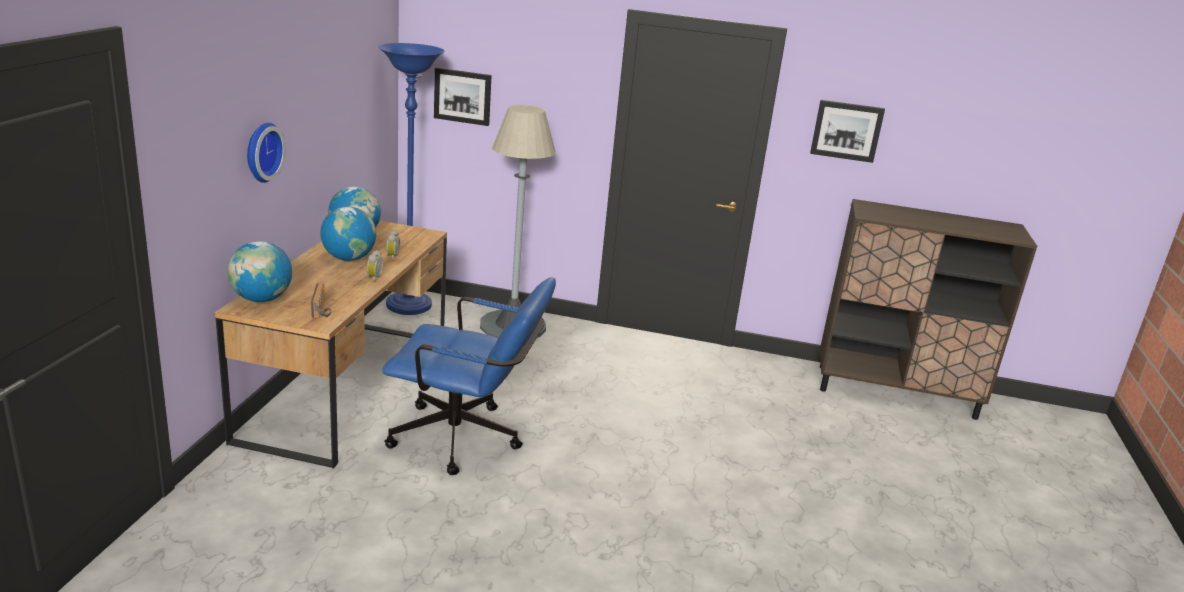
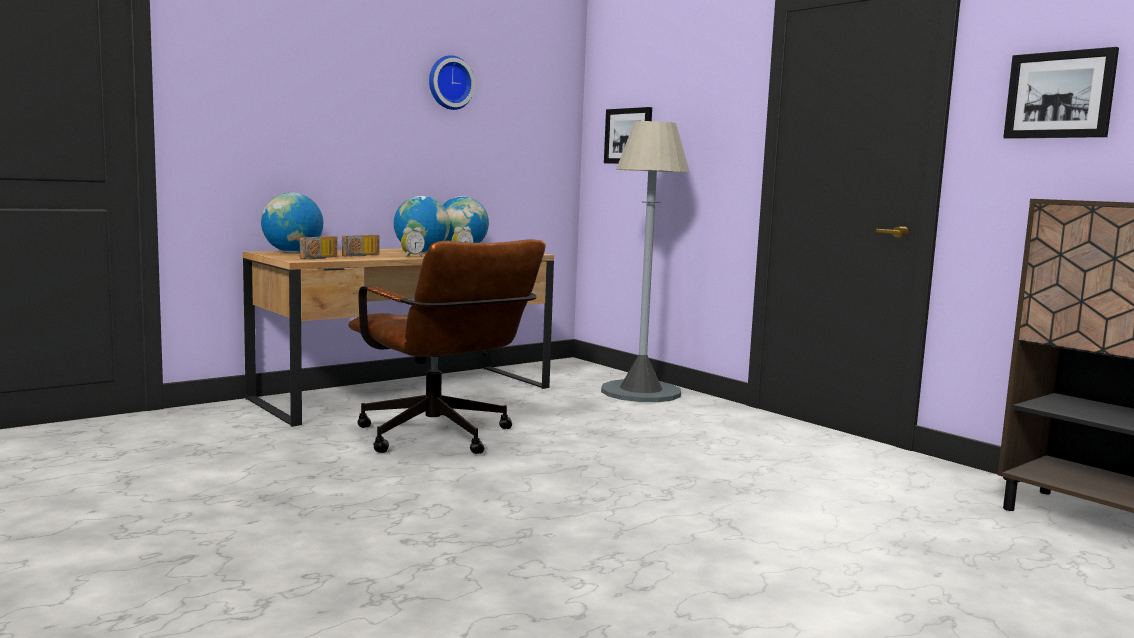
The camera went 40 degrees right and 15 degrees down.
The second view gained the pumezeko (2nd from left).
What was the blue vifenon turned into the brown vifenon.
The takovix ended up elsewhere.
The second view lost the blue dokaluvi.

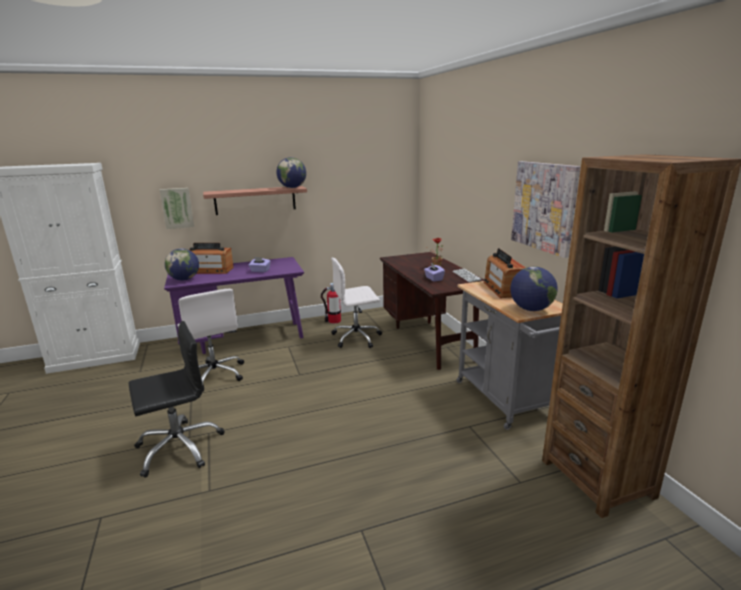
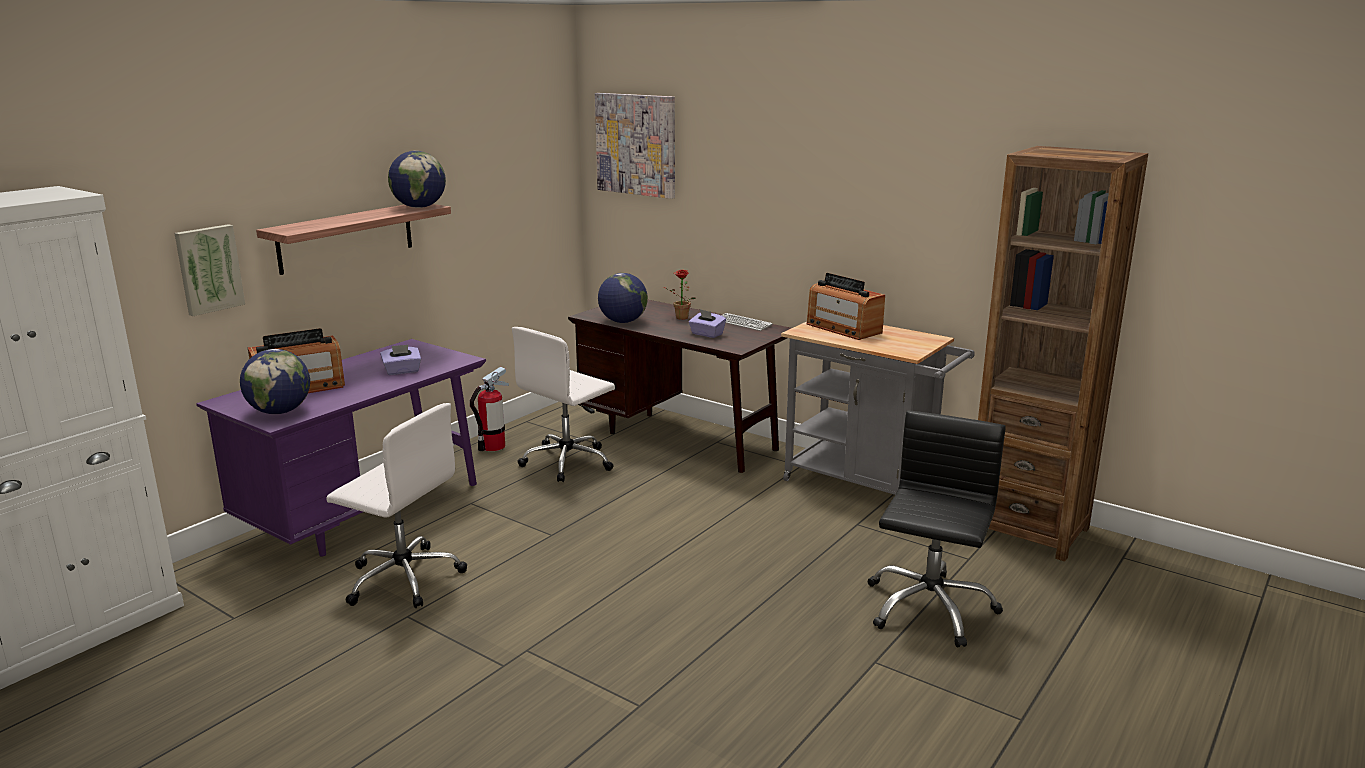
The camera went 35 degrees left and 0 degrees up.
The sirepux (2nd from left) ended up elsewhere.
The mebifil (3rd from left) ended up elsewhere.
The black vifenon ended up elsewhere.

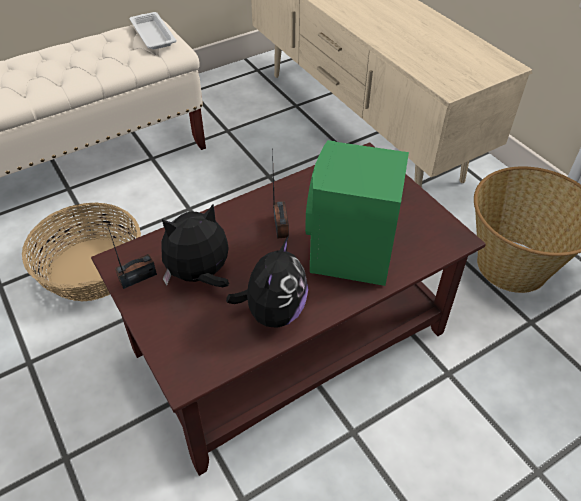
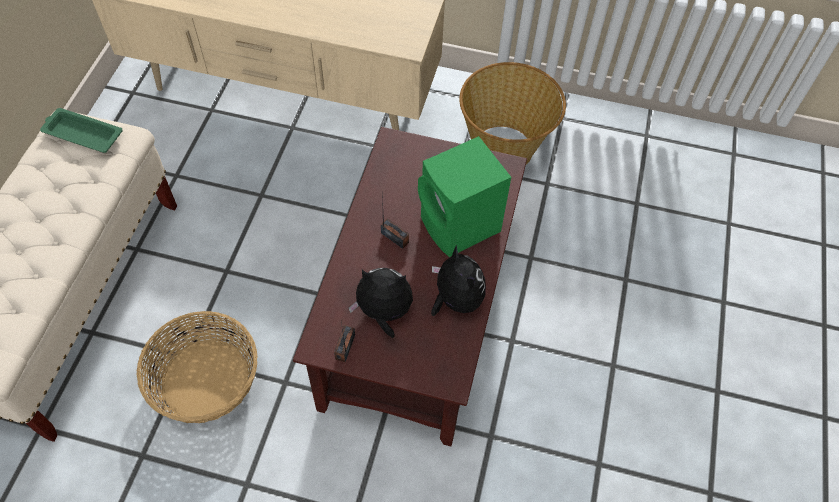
The camera went 45 degrees left and 10 degrees up.
What was the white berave turned into the green berave.
The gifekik (1st from left) ended up facing another way, 75 degrees clockwise from before.

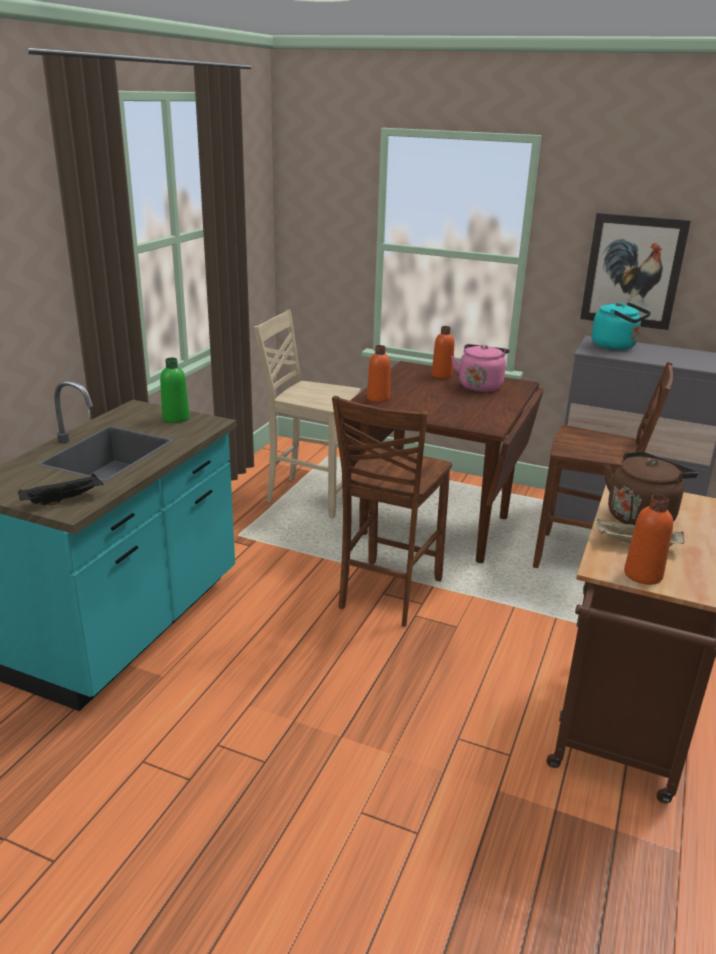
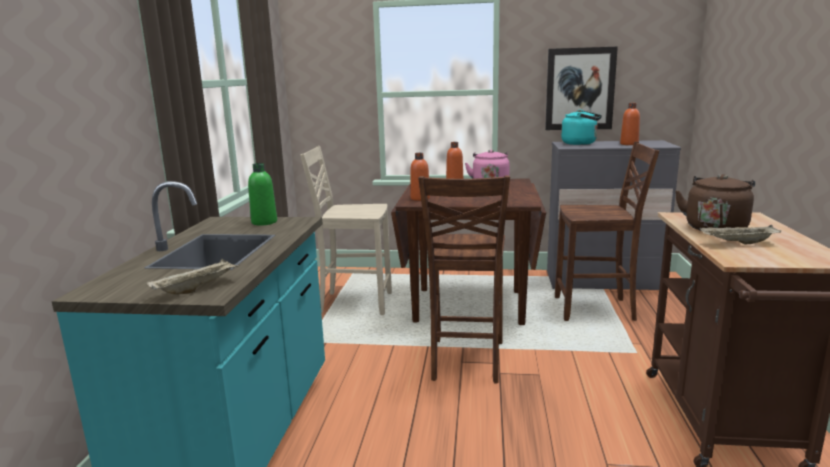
The camera went 15 degrees left and 10 degrees down.
What was the black berave turned into the beige berave (1st from left).
The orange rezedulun (3rd from left) ended up elsewhere.

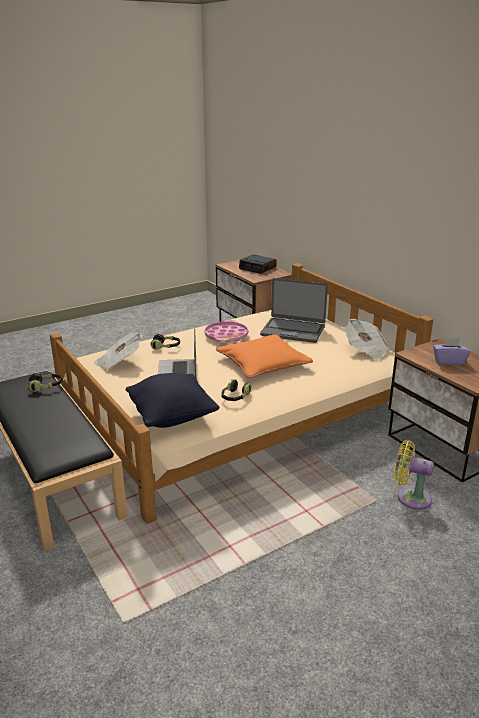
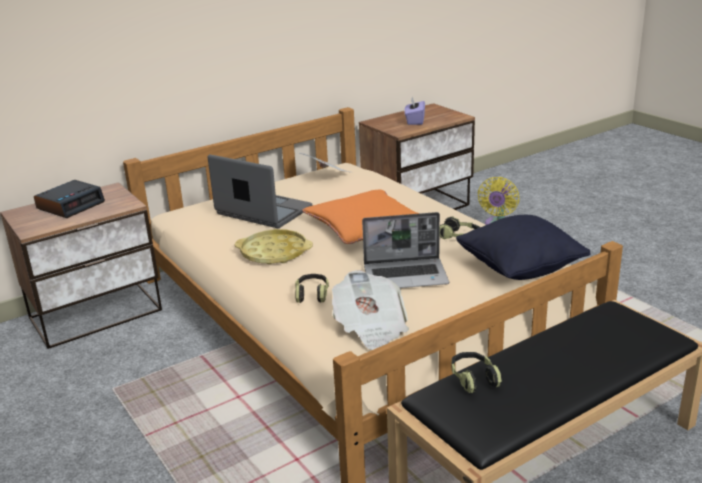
The camera went 90 degrees left and 0 degrees up.
The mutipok (2nd from left in the first image) ended up facing another way, 75 degrees counterclockwise from before.
What was the pink berave turned into the yellow berave.

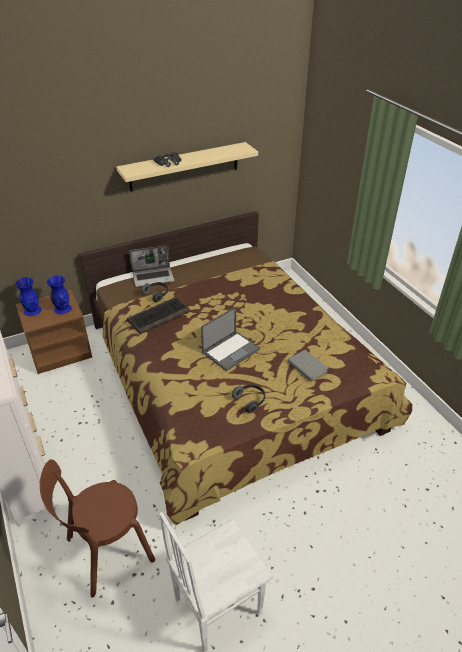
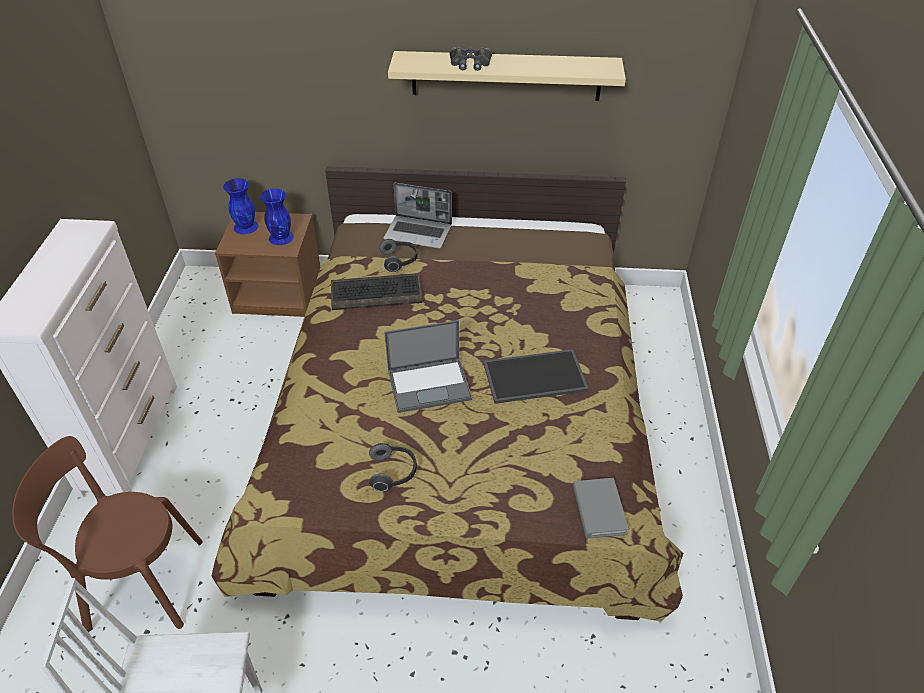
The camera went 30 degrees right and 5 degrees up.
The second view gained the berave.
The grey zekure ended up elsewhere.

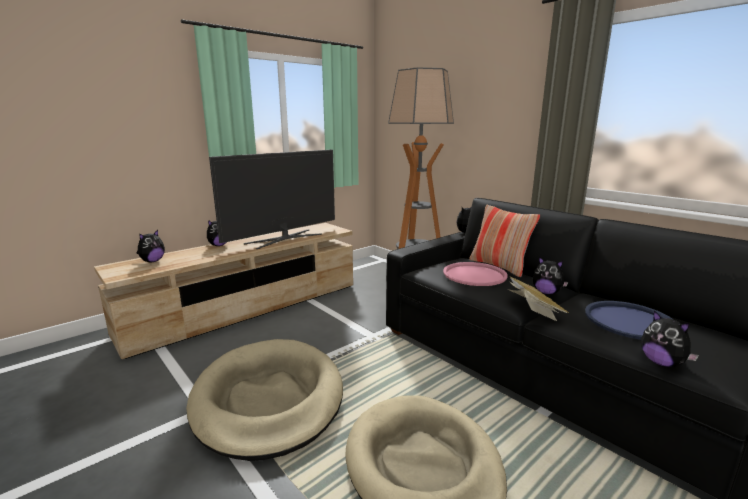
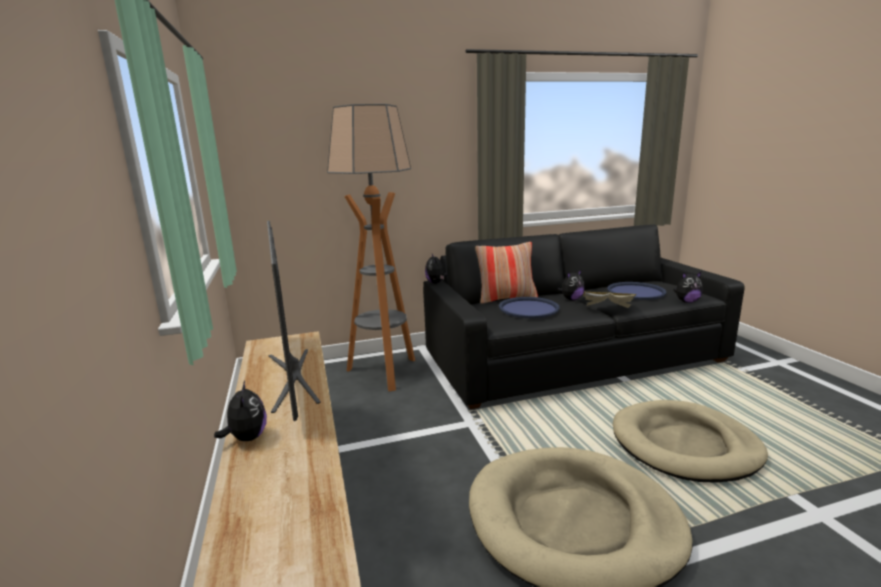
The camera went 65 degrees left and 0 degrees up.
What was the pink berave turned into the blue berave (1st from left).
The second view lost the gifekik (1st from left).

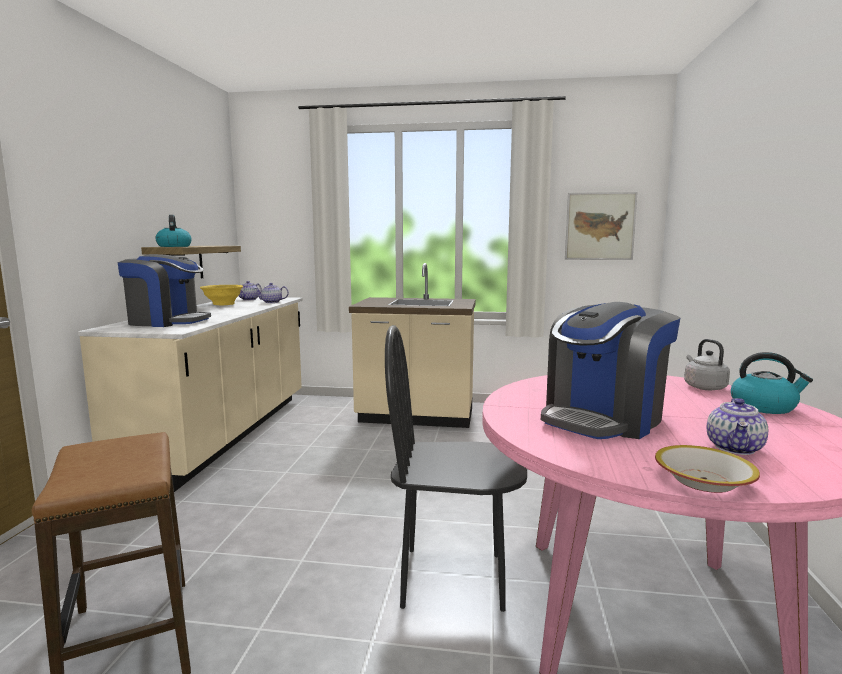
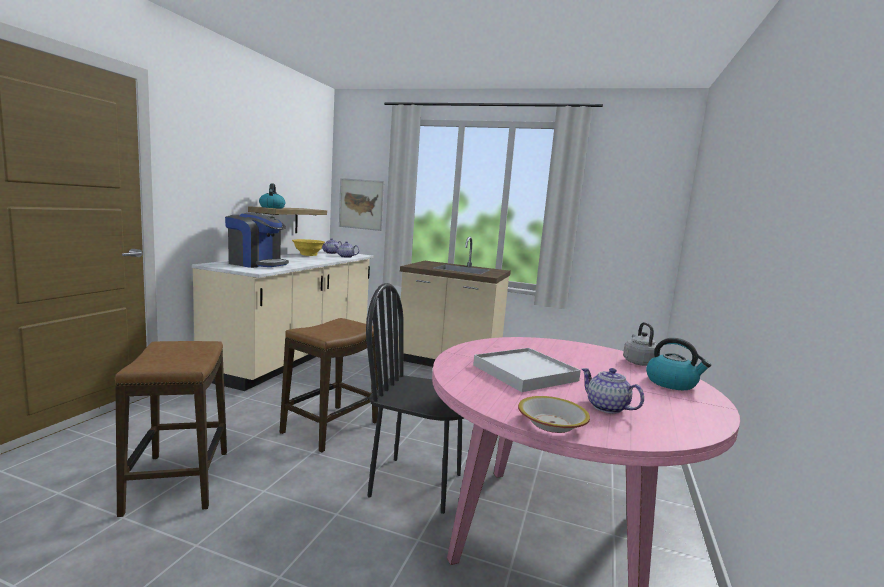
The camera went 10 degrees right and 0 degrees up.
The second view gained the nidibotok (2nd from left).
The sirepux ended up elsewhere.
Where the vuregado (2nd from left) stood, the white berave came to stand.
The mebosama (3rd from left) ended up facing another way, 105 degrees clockwise from before.

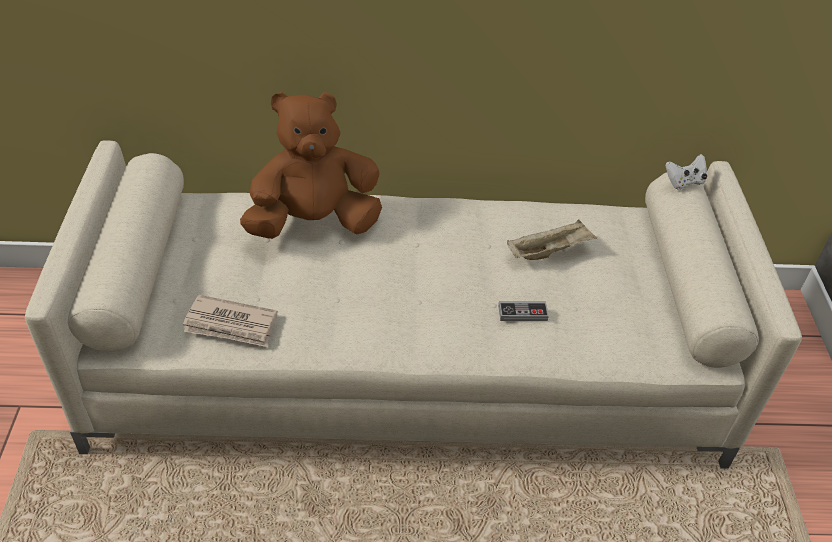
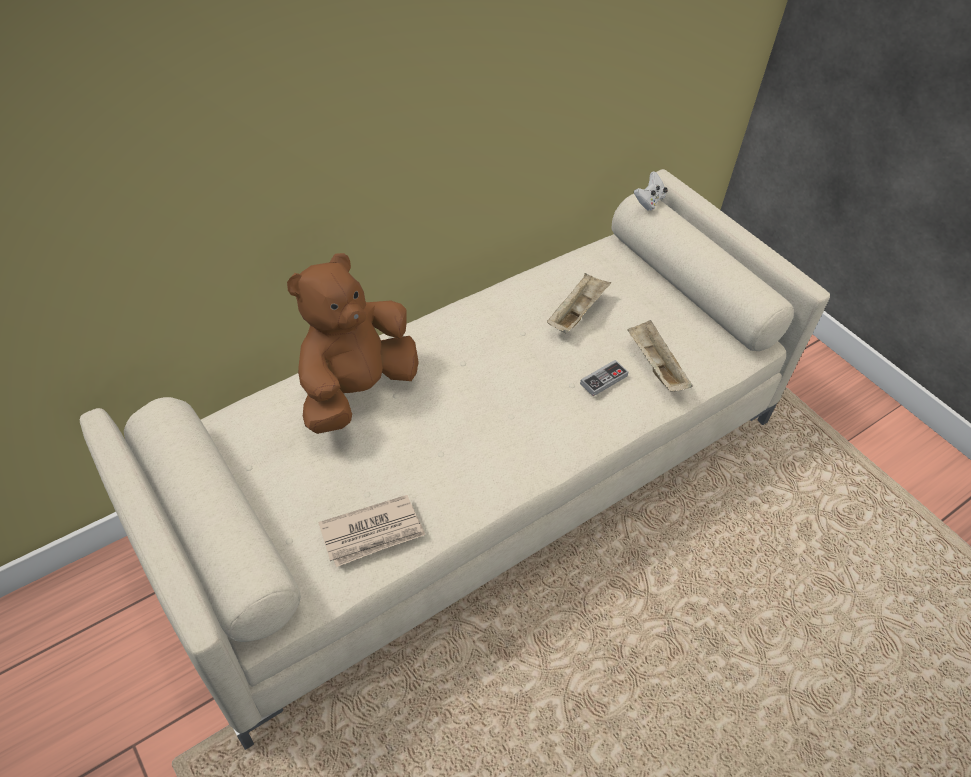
The camera went 35 degrees left and 5 degrees up.
The second view gained the beige berave (2nd from left).

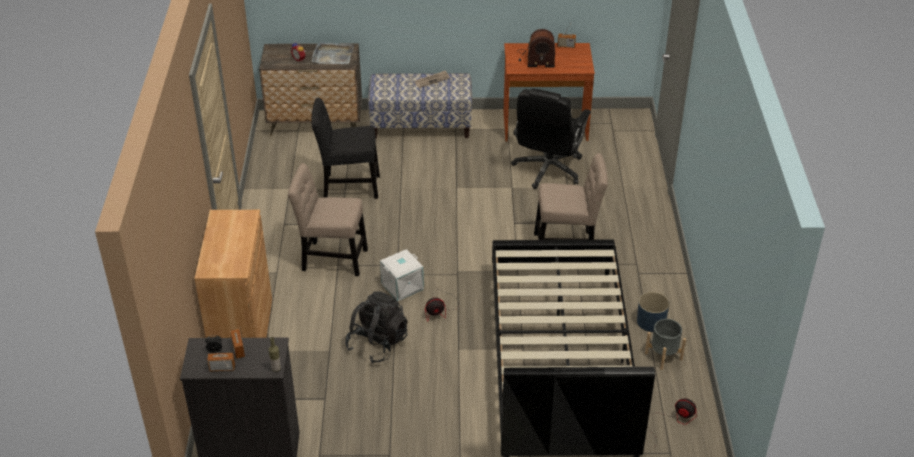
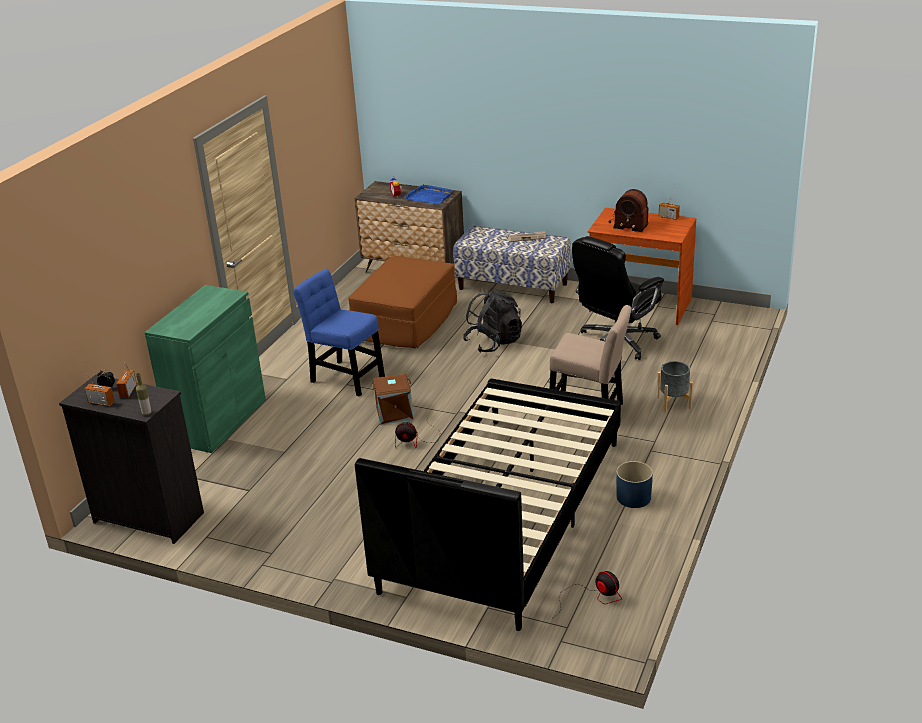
The camera went 25 degrees right and 10 degrees down.
What was the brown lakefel turned into the green lakefel.
What was the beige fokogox (1st from left) turned into the blue fokogox.
Where the black fokogox stood, the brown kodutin came to stand.
What was the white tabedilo turned into the brown tabedilo.
What was the grey berave turned into the blue berave.
The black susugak ended up elsewhere.
The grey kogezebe ended up elsewhere.

